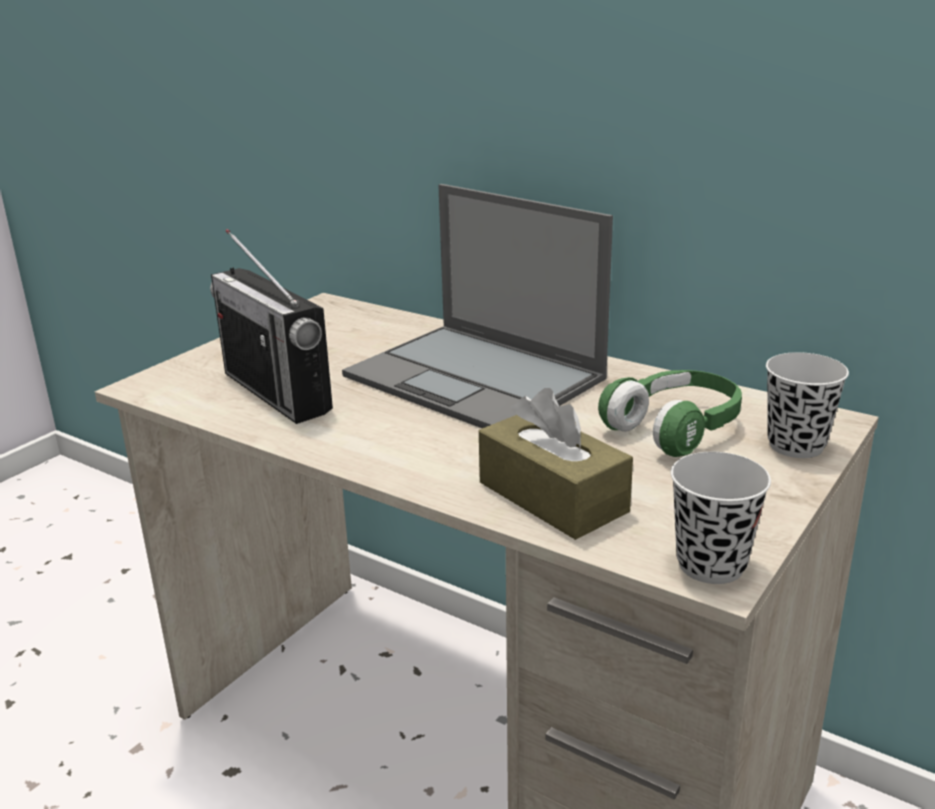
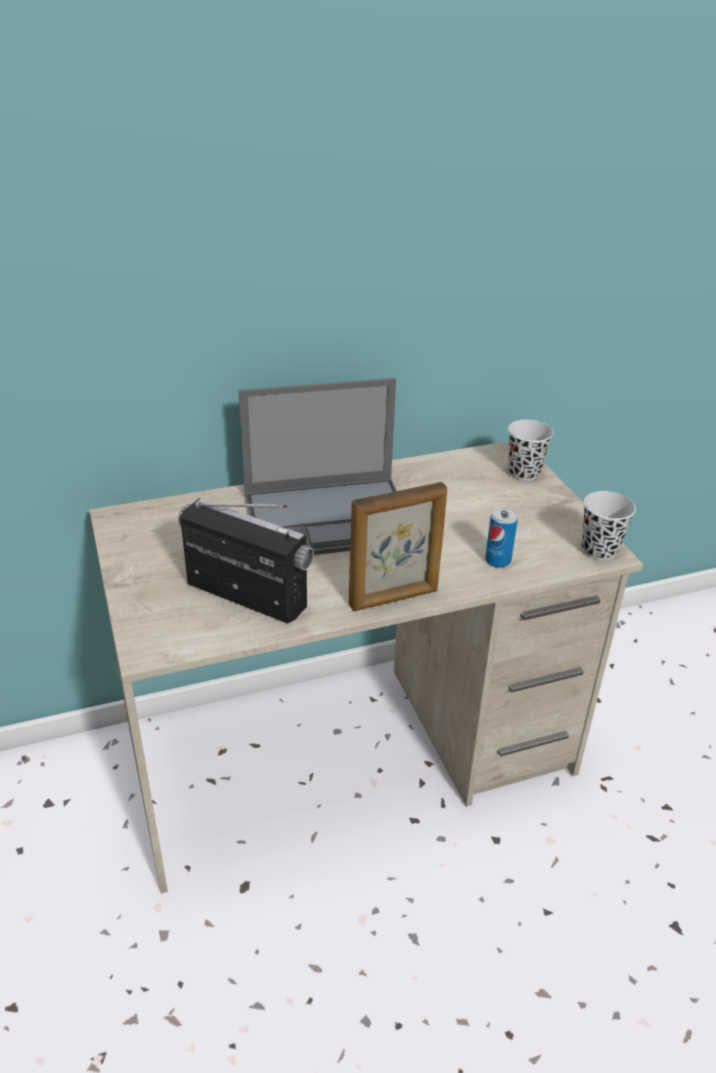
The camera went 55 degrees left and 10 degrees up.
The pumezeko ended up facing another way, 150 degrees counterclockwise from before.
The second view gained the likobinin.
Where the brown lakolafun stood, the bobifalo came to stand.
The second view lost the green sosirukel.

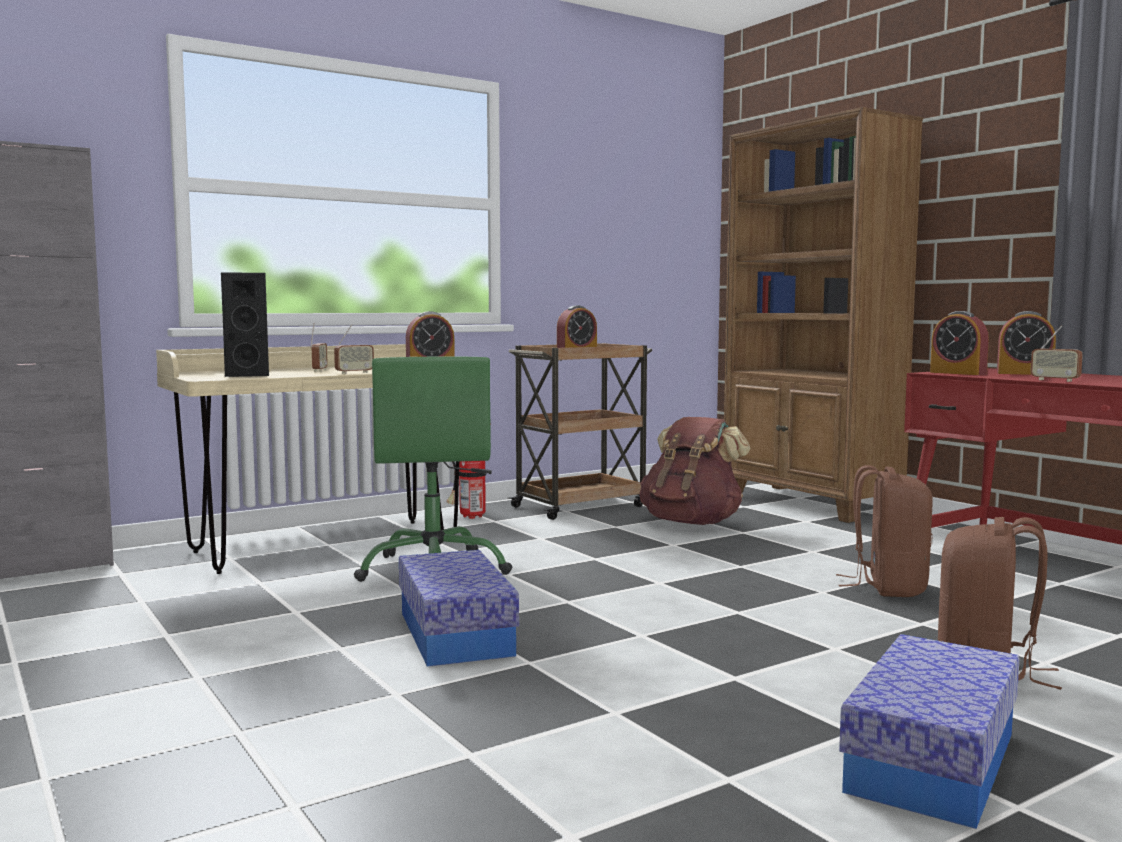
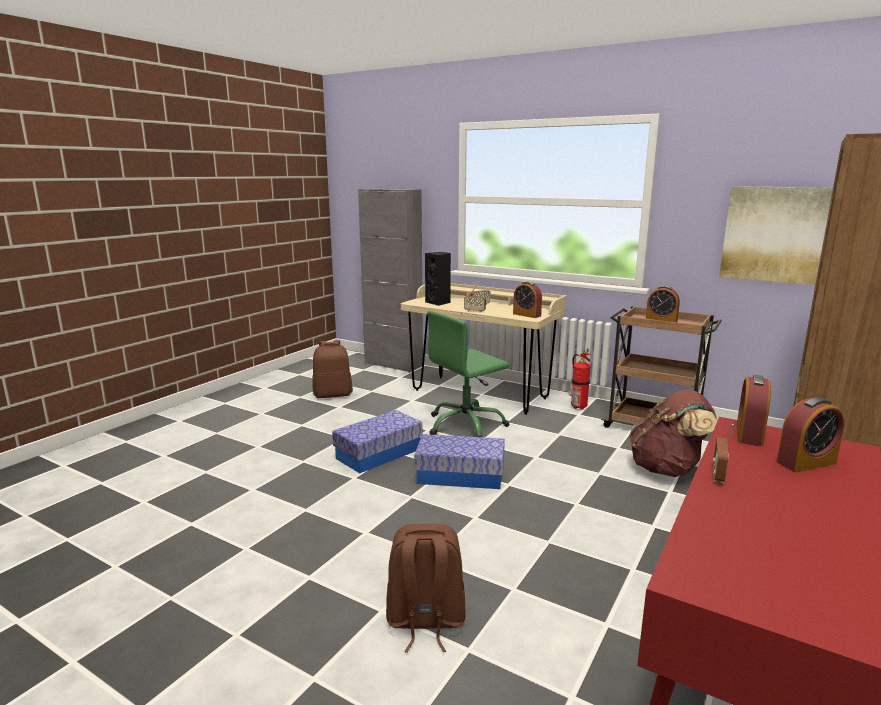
The camera went 65 degrees right and 10 degrees up.
The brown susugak (2nd from left in the first image) ended up elsewhere.
The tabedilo (2nd from left) ended up elsewhere.
The second view gained the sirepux.
The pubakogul (4th from left) ended up facing another way, 105 degrees counterclockwise from before.

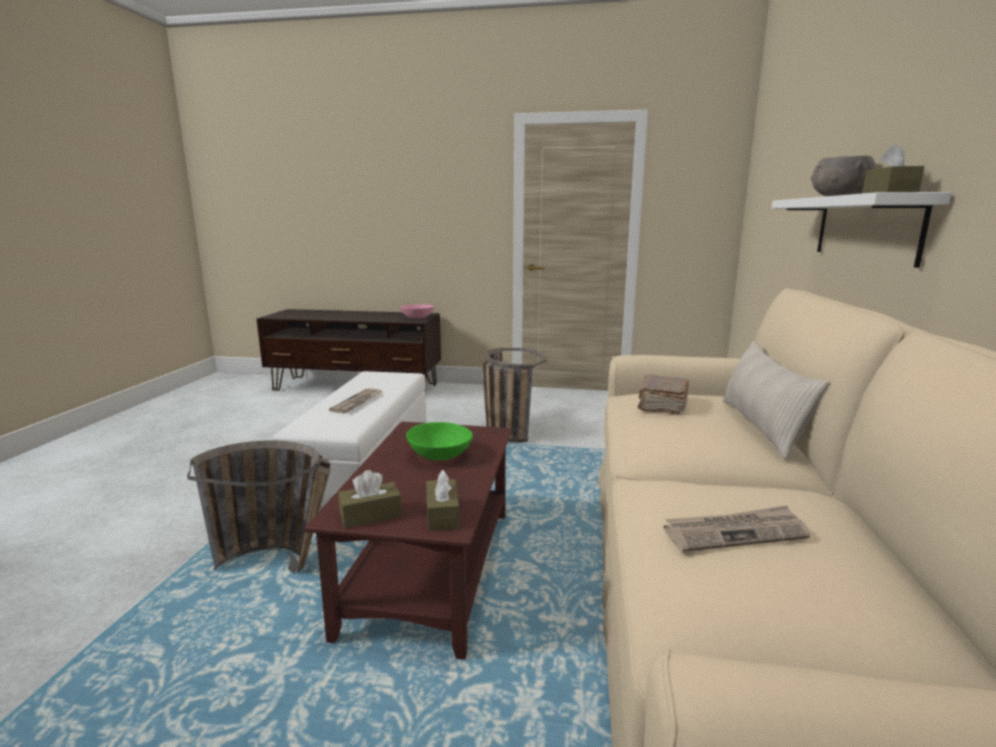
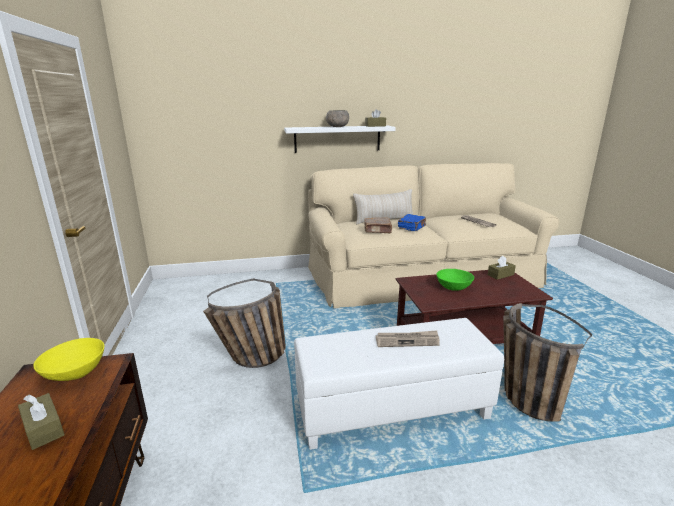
The camera went 110 degrees left and 5 degrees up.
The brown lakolafun (1st from left) ended up elsewhere.
What was the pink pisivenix turned into the yellow pisivenix.
The second view gained the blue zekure.

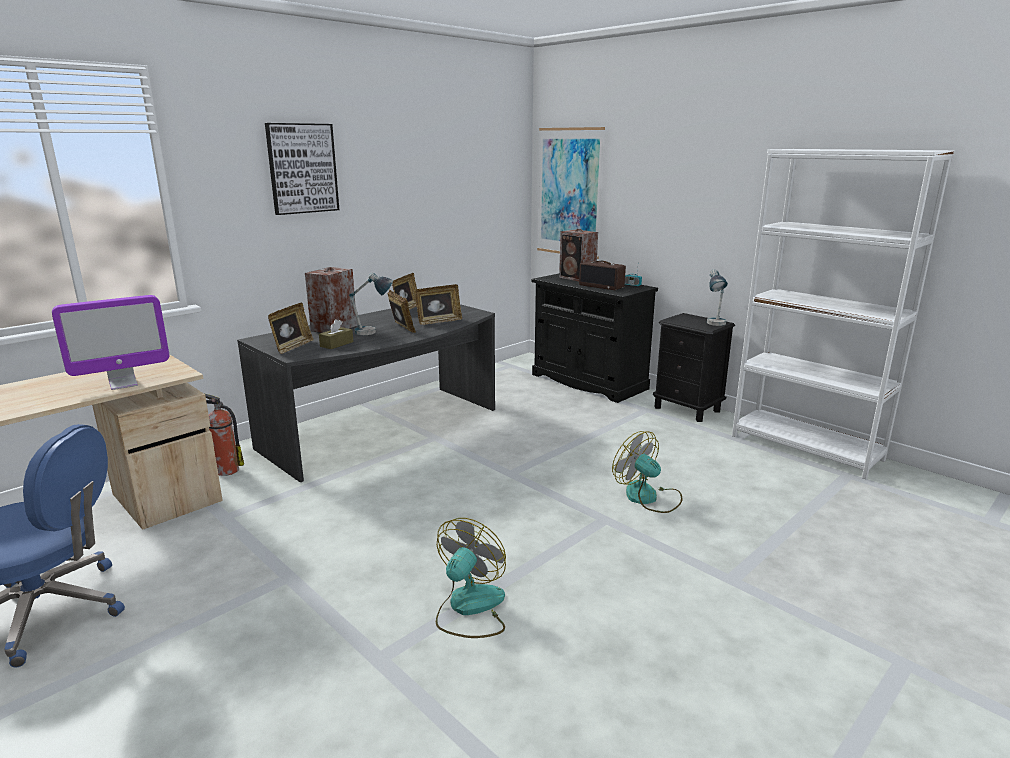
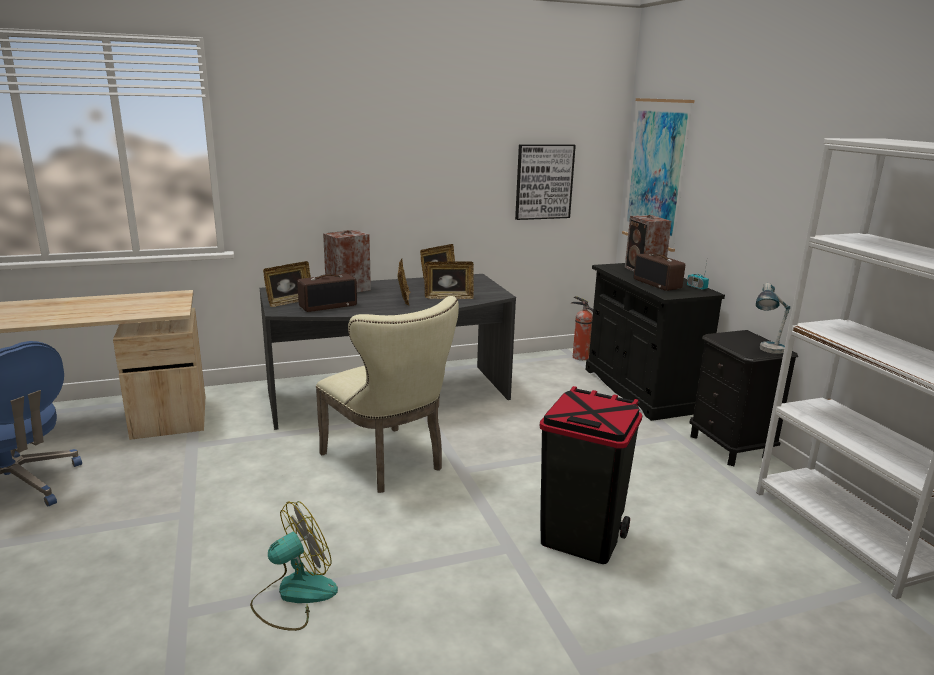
The camera went 25 degrees right and 0 degrees up.
Where the brown lakolafun stood, the pumezeko (1st from left) came to stand.
The second view gained the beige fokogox.
The sirepux (1st from left) ended up elsewhere.
Where the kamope (2nd from left) stood, the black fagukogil came to stand.
The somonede ended up elsewhere.
The second view lost the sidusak.
The second view lost the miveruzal (1st from left).

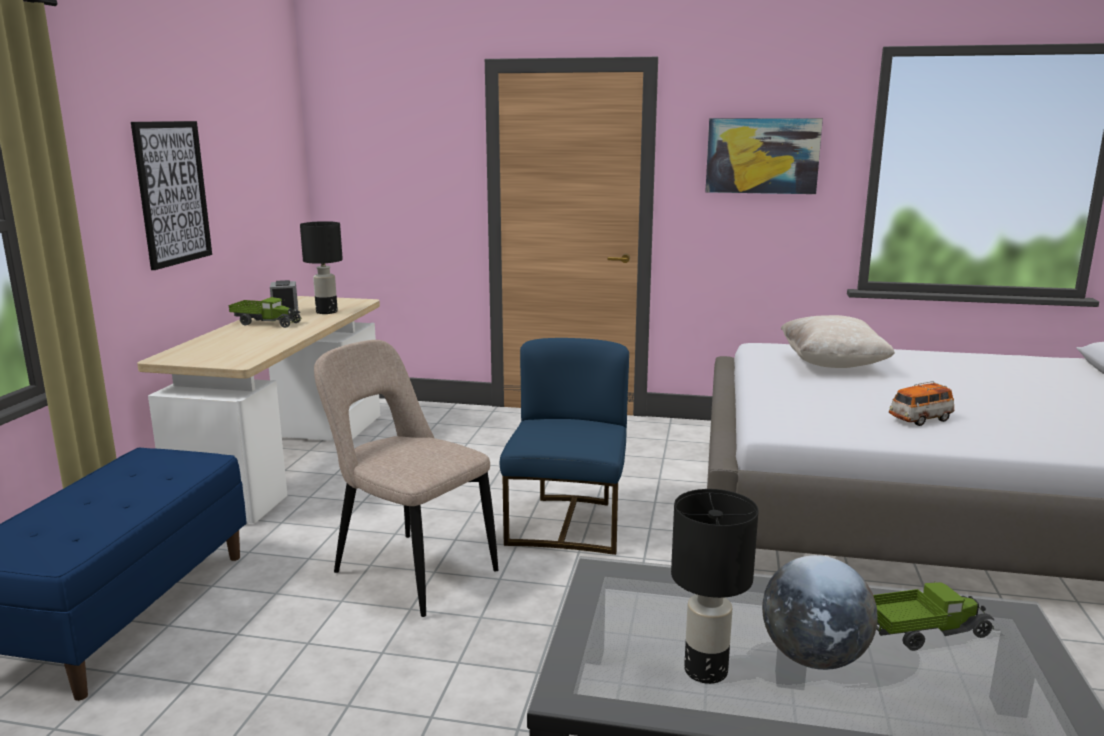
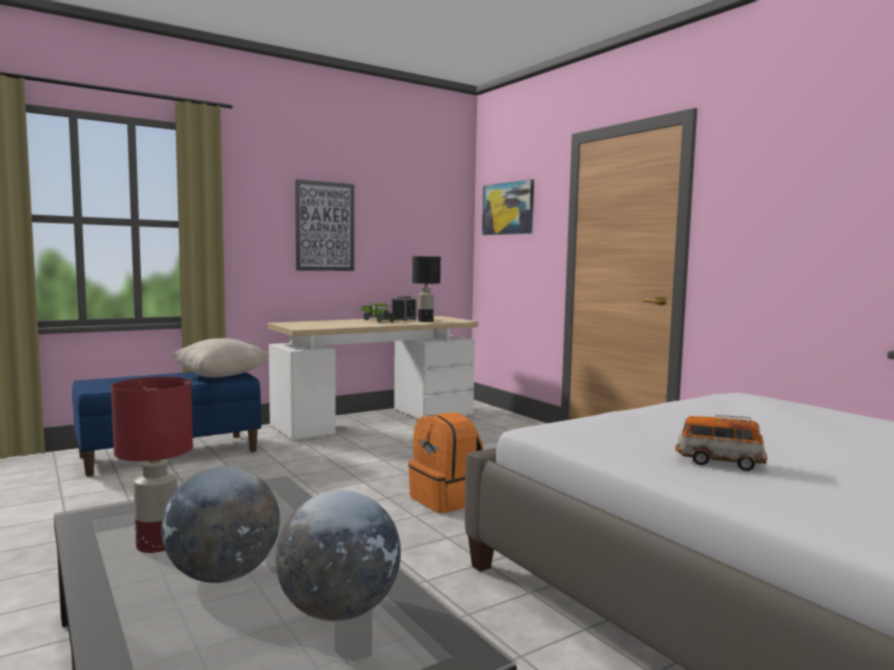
The camera went 45 degrees right and 10 degrees down.
What was the black miveruzal (2nd from left) turned into the red miveruzal.
The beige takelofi ended up elsewhere.
Where the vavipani (2nd from left) stood, the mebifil (2nd from left) came to stand.
Where the blue fokogox stood, the orange susugak came to stand.
The sirepux (2nd from left) ended up elsewhere.
The second view lost the beige fokogox.

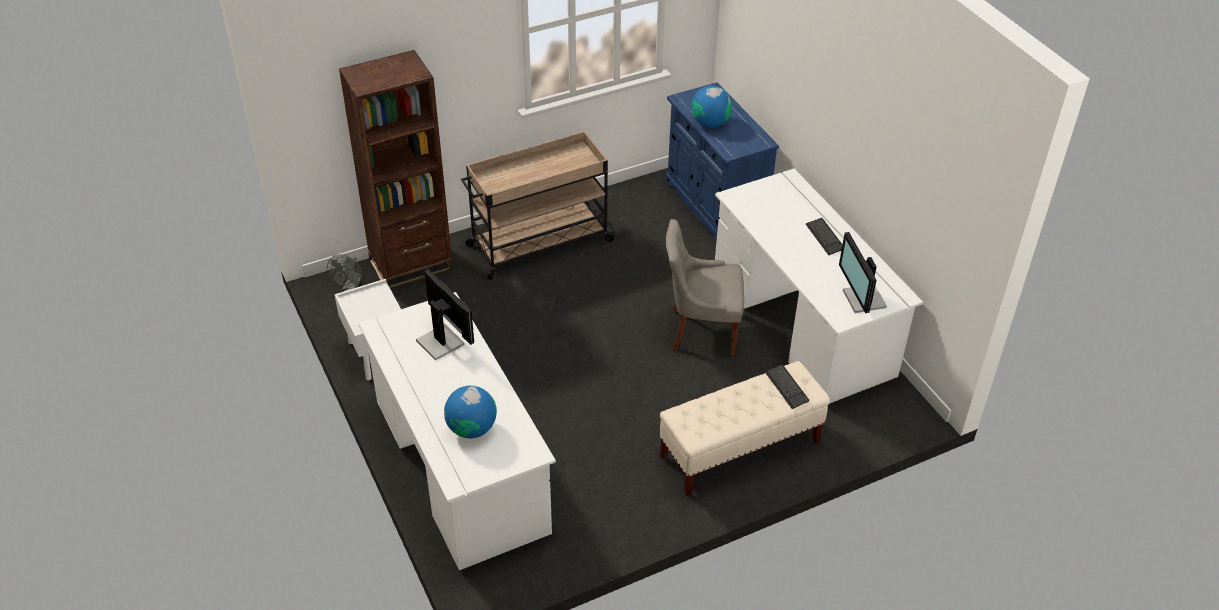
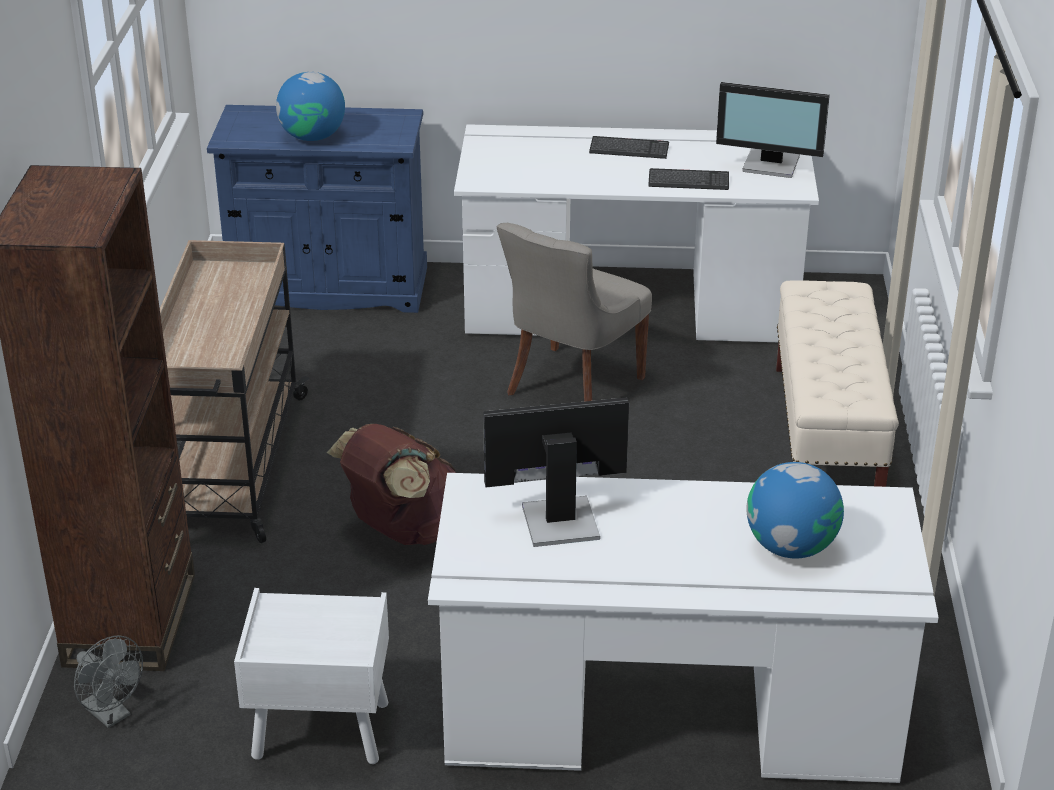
The camera went 60 degrees left and 10 degrees down.
The second view gained the brown susugak.
The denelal (1st from left in the first image) ended up elsewhere.

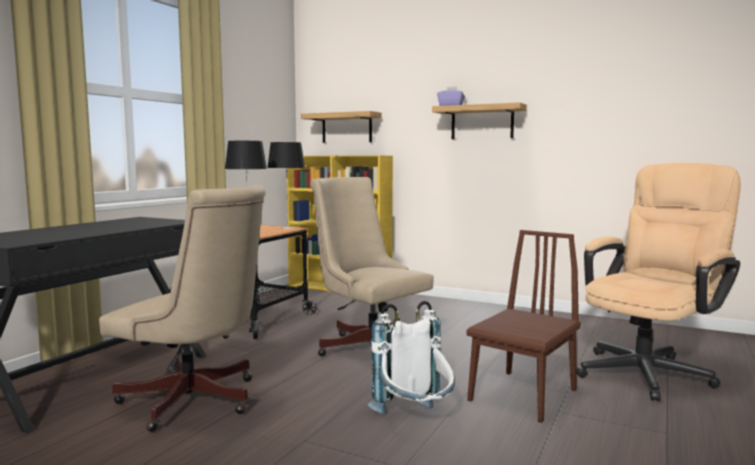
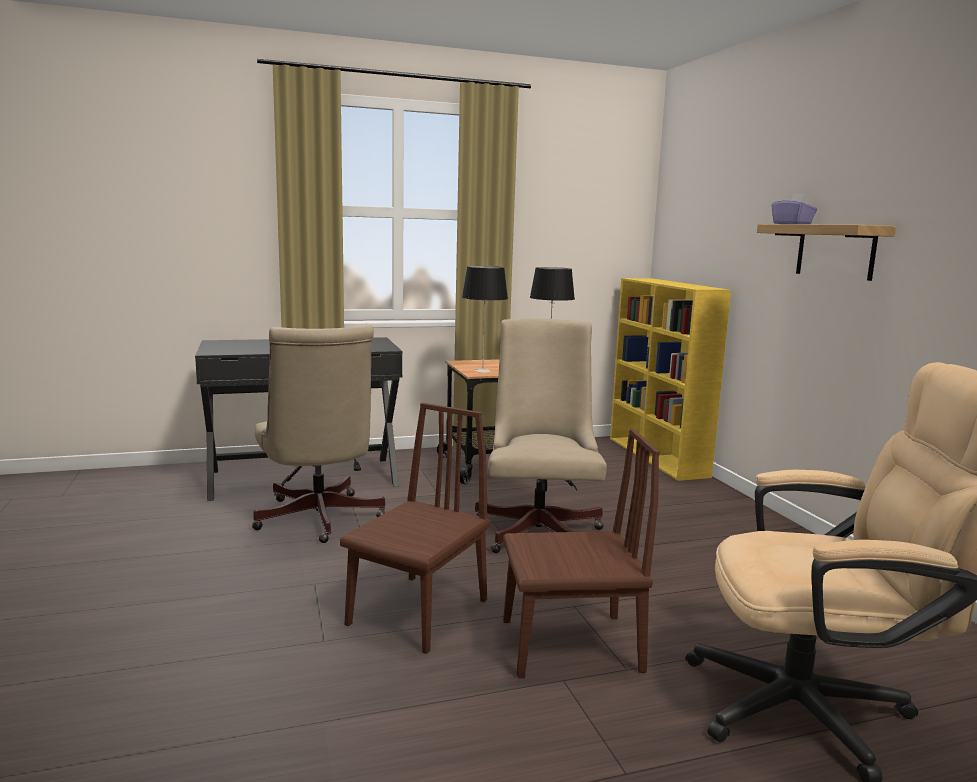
The camera went 45 degrees right and 5 degrees up.
Where the white susugak stood, the brown fokogox (1st from left) came to stand.
The second view lost the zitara (1st from left).

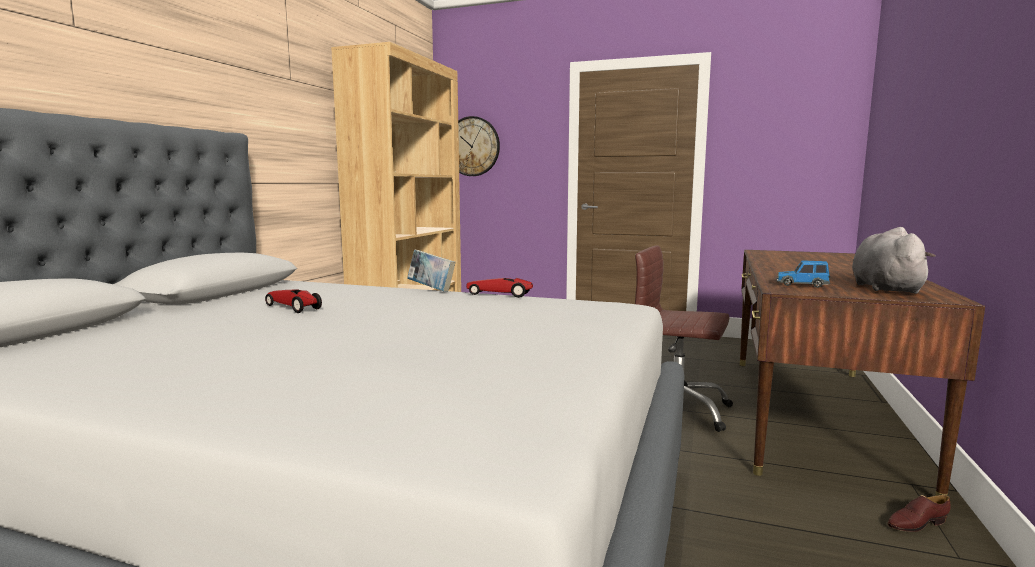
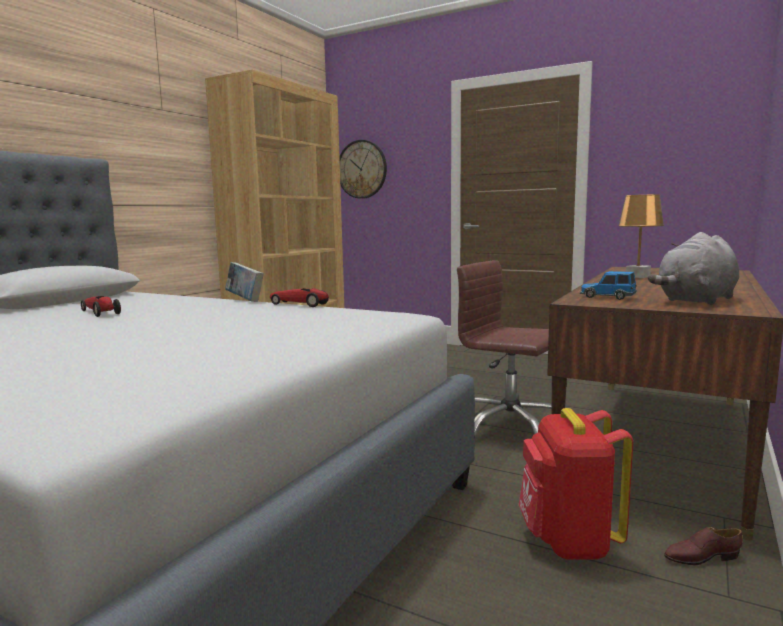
The camera went 10 degrees right and 0 degrees up.
The second view gained the red susugak.
The second view gained the brown miveruzal.
The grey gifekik ended up facing another way, 150 degrees counterclockwise from before.

